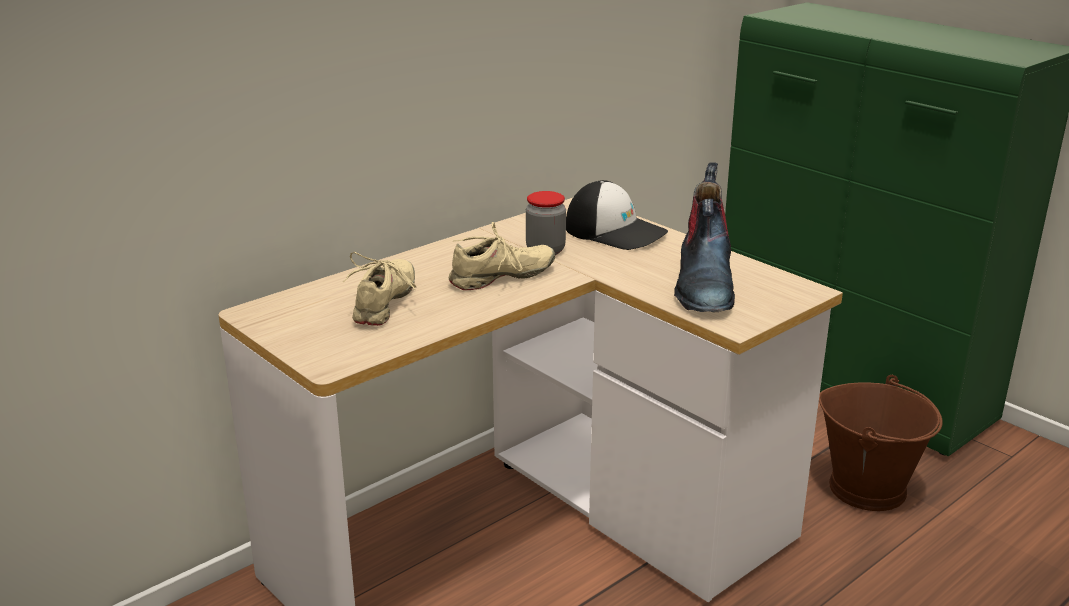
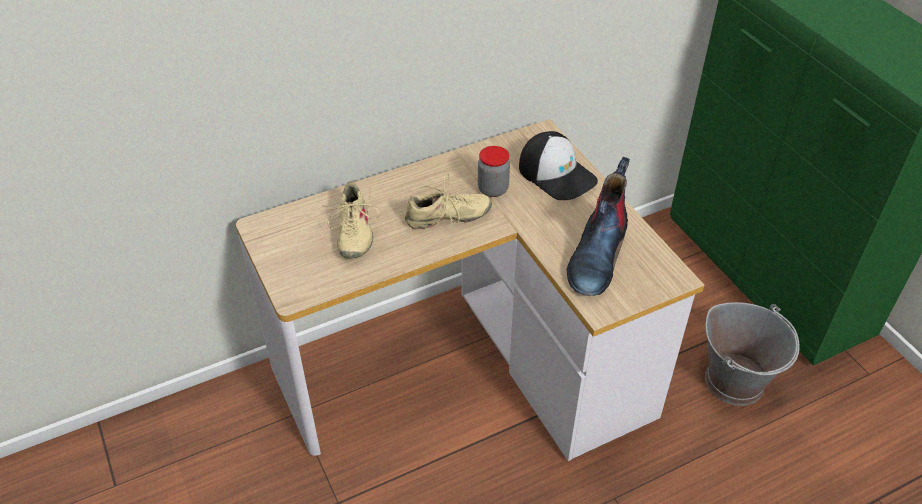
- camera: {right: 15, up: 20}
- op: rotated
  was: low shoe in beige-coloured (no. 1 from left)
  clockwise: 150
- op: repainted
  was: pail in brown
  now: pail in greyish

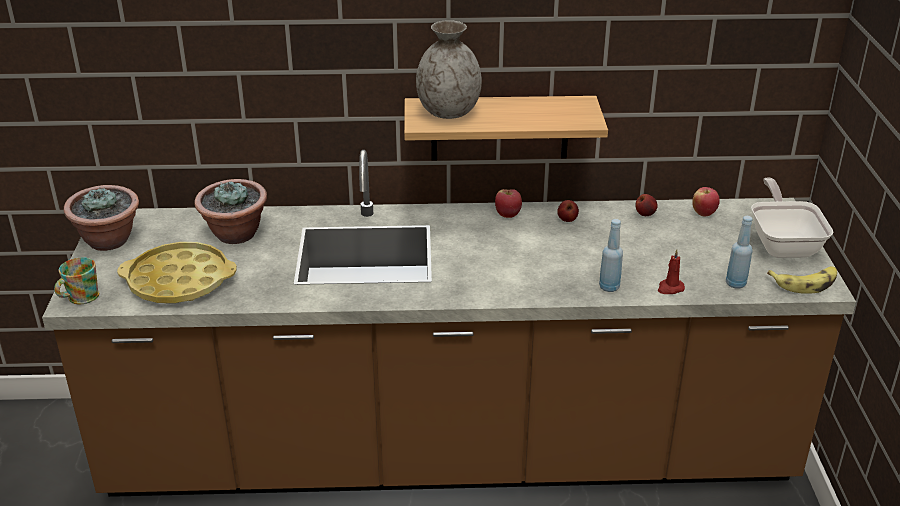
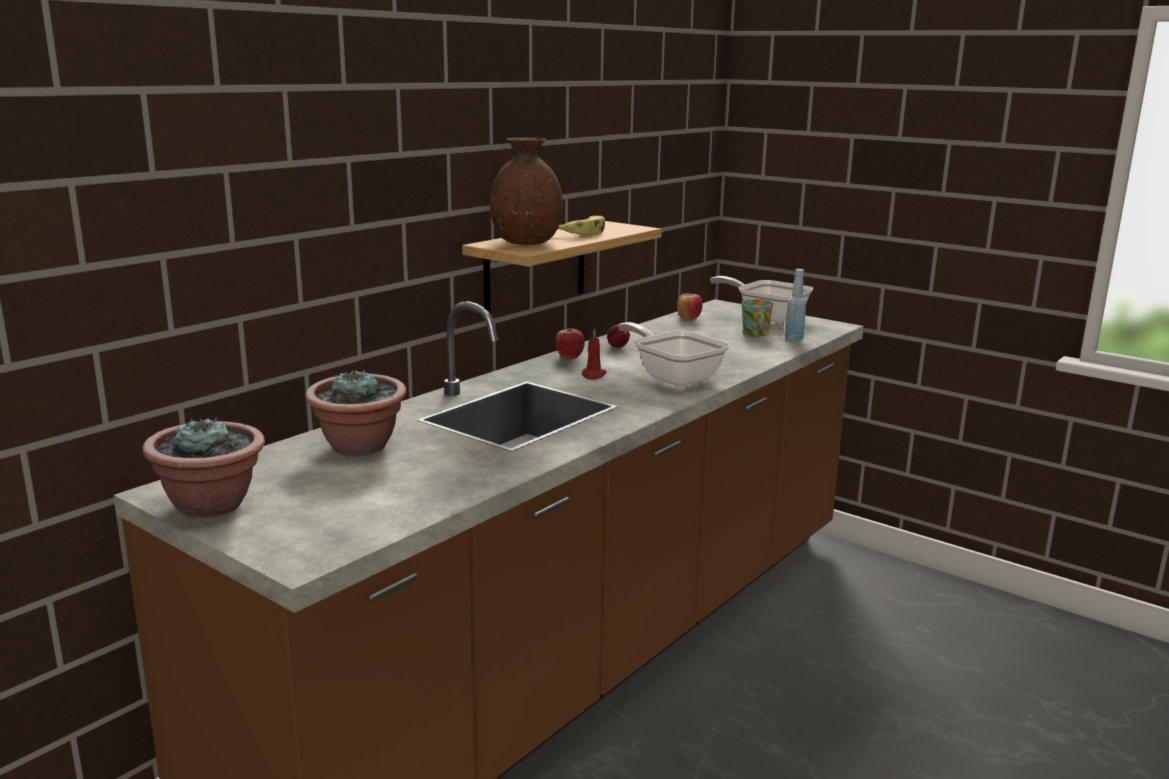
- camera: {right: -50, up: -15}
- op: repainted
  was: vase in greyish
  now: vase in brown
- op: shifted
  was: banana
- op: shifted
  was: wax candle in reddish
- op: new
  now: pan (no. 1 from left)
- op: shifted
  was: coffee mug
- op: gone
  was: carrying tray in yellow
- op: gone
  was: drink bottle in blue (no. 1 from left)
- op: gone
  was: apple fruit (no. 3 from left)

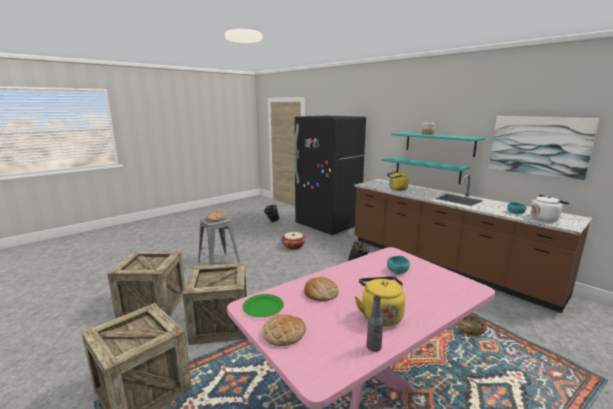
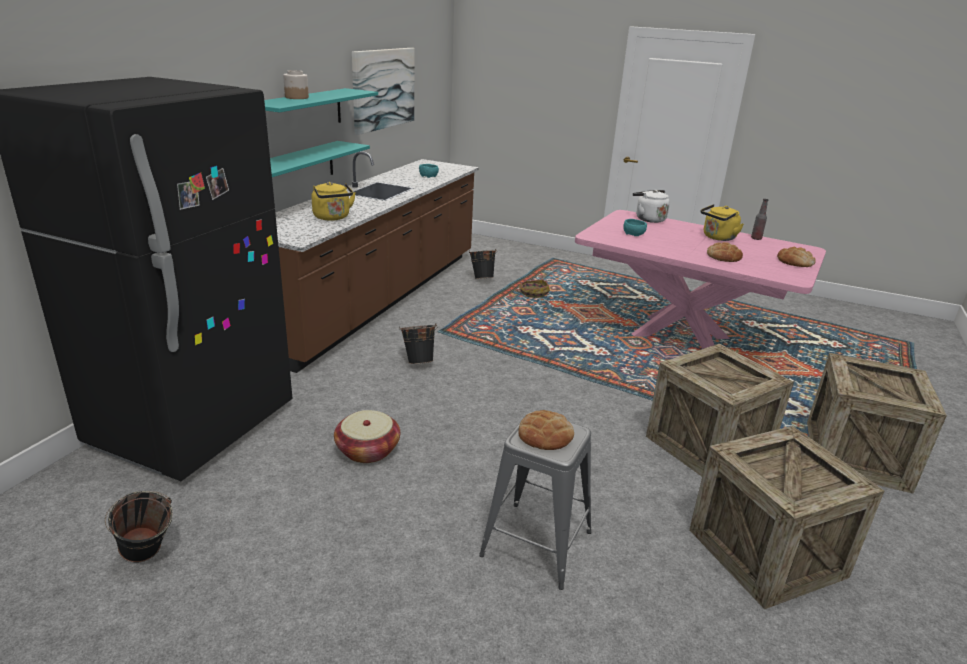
- camera: {right: -115, up: 10}
- op: new
  now: pail in black-coloured (no. 3 from left)
- op: shifted
  was: water kettle in white
- op: gone
  was: flat dish in green

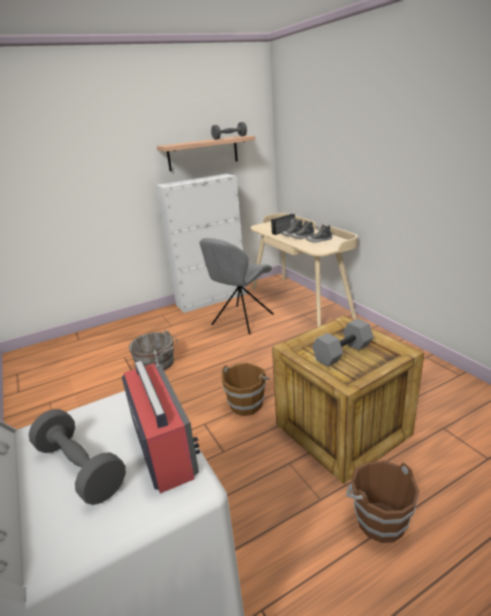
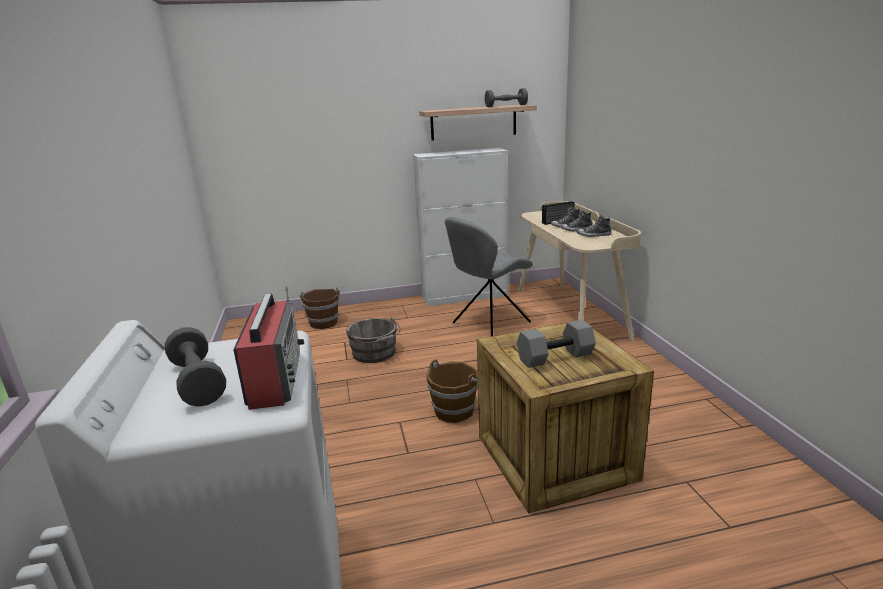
- camera: {right: 15, up: -5}
- op: shifted
  was: pail in brown (no. 2 from left in the first image)
  now: pail in brown (no. 1 from left)

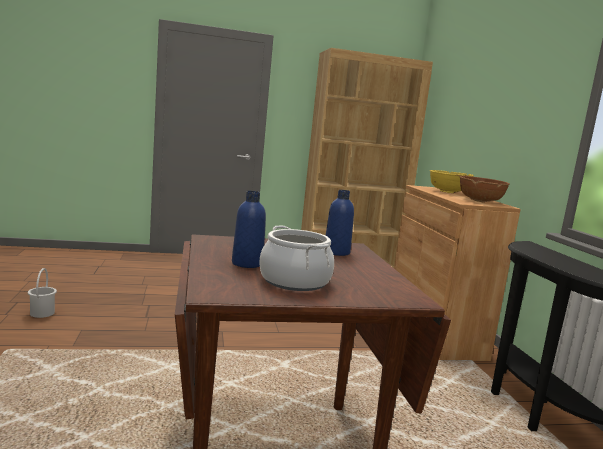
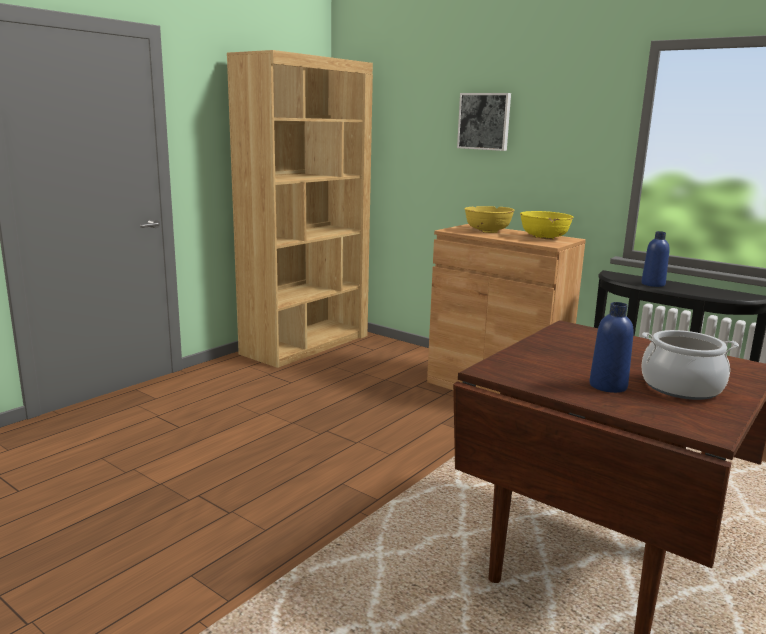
- camera: {right: -40, up: 5}
- op: new
  now: picture
- op: repainted
  was: bowl in brown
  now: bowl in yellow (no. 2 from left)
- op: shifted
  was: drink bottle in blue (no. 2 from left)
- op: gone
  was: pail in white

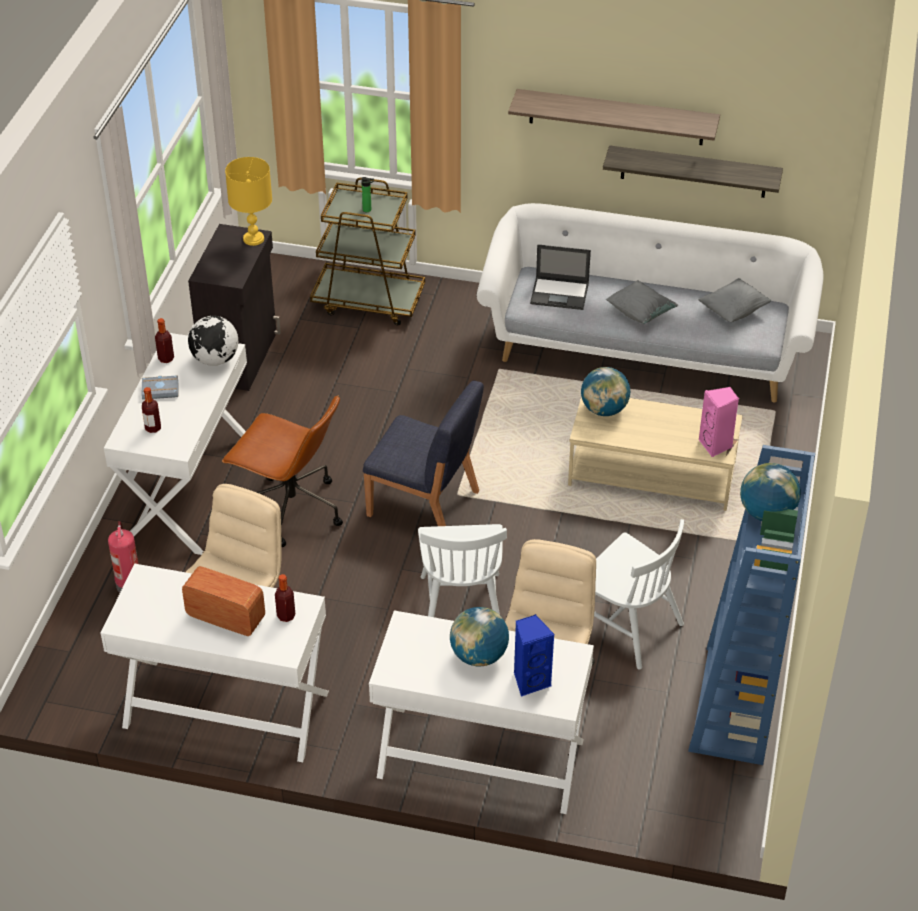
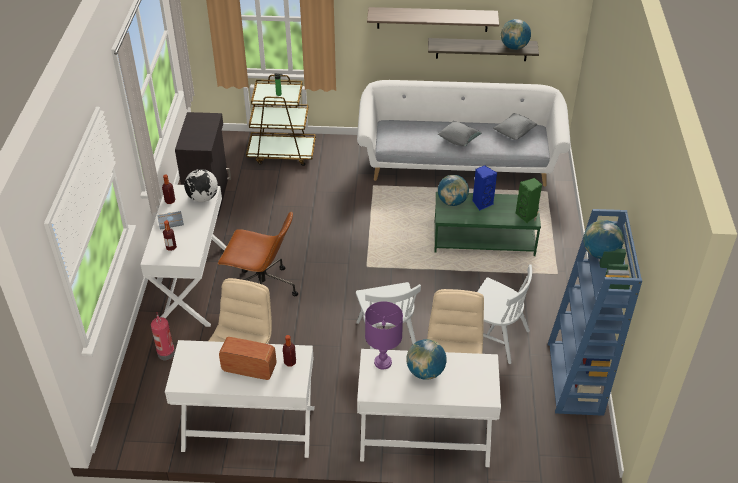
- camera: {right: -10, up: 0}
- op: new
  now: table lamp in purple-coloured
- op: repainted
  was: lounge table in beige-coloured
  now: lounge table in green
- op: shifted
  was: audio speaker in blue
- op: new
  now: desk globe (no. 4 from left)
- op: repainted
  was: audio speaker in pink-coloured
  now: audio speaker in green
- op: gone
  was: table lamp in yellow
- op: gone
  was: plain chair in blue
- op: gone
  was: portable computer

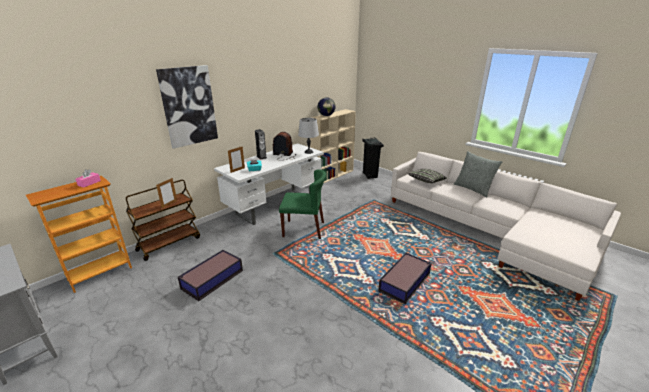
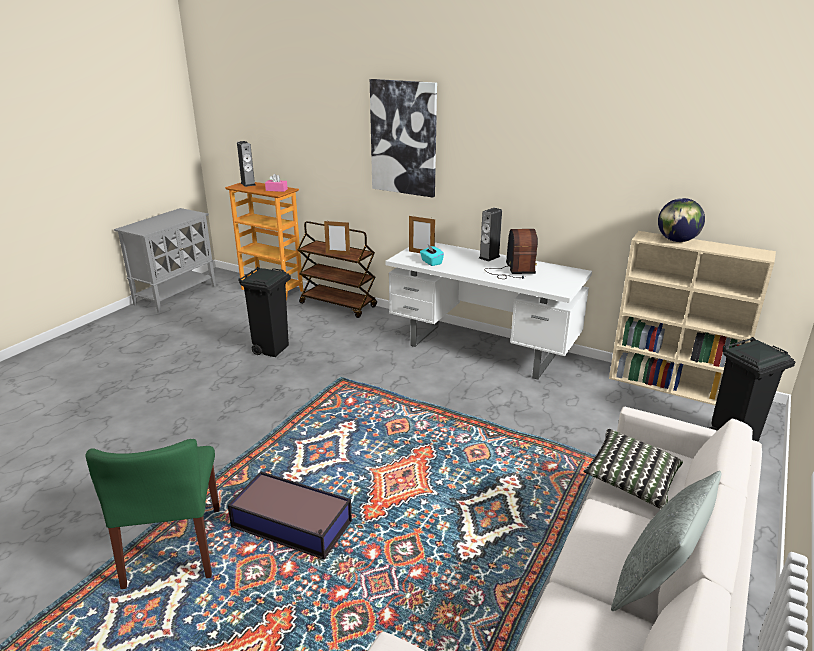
- camera: {right: 75, up: 0}
- op: shifted
  was: plain chair in green
- op: new
  now: audio speaker (no. 1 from left)
- op: swapped
  was: storage box (no. 1 from left)
  now: trash can in black-coloured (no. 1 from left)
- op: gone
  was: table lamp in greyish

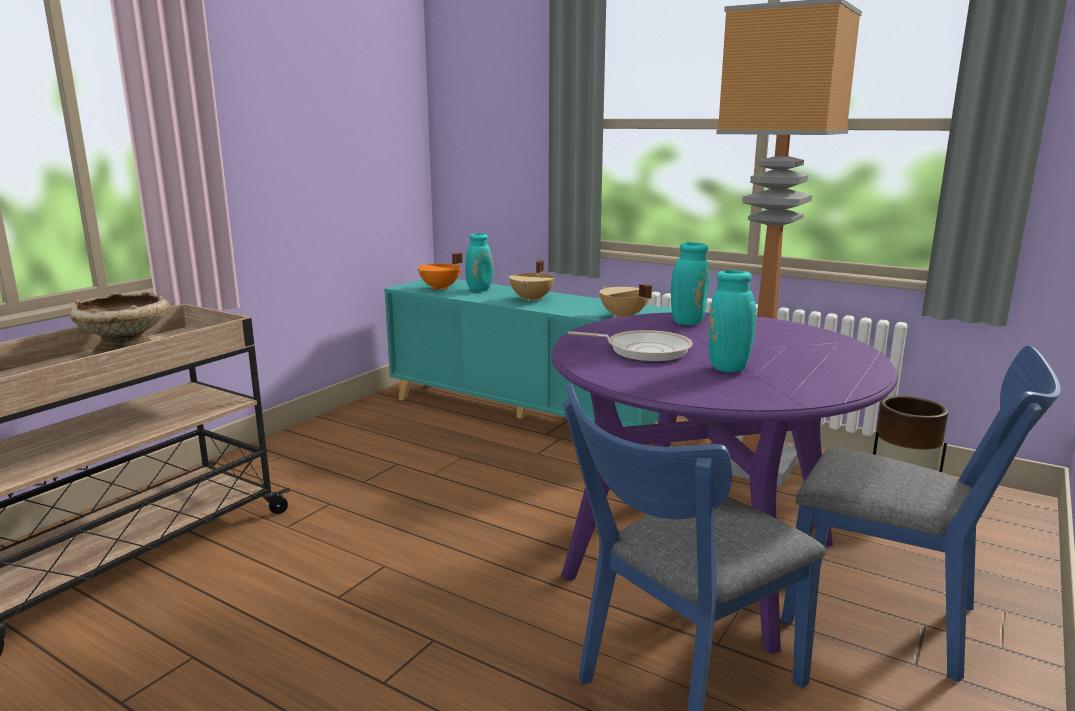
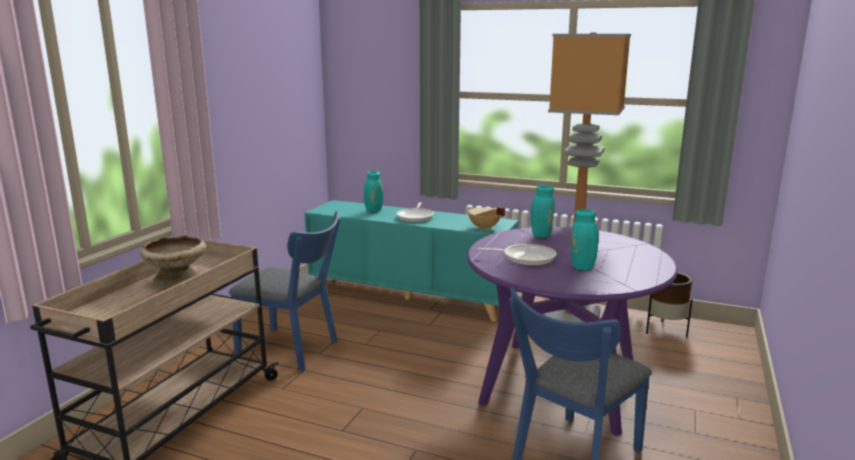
- camera: {right: -10, up: 0}
- op: shifted
  was: plain chair in blue (no. 2 from left in the first image)
  now: plain chair in blue (no. 1 from left)
- op: swapped
  was: cooking pot in beige-coloured (no. 1 from left)
  now: pan (no. 1 from left)
- op: gone
  was: cooking pot in orange-coloured

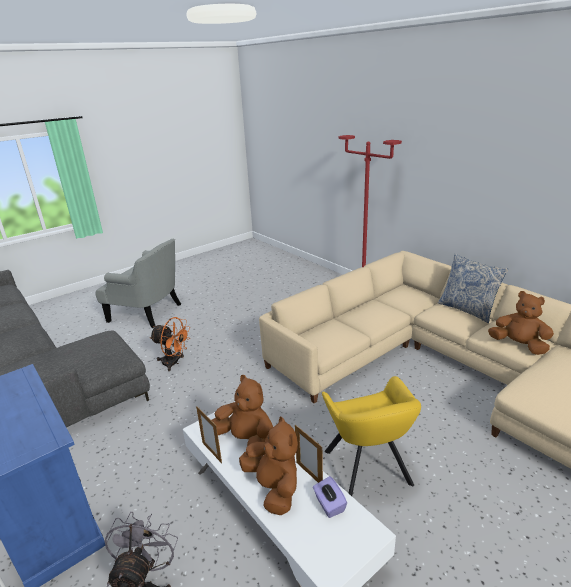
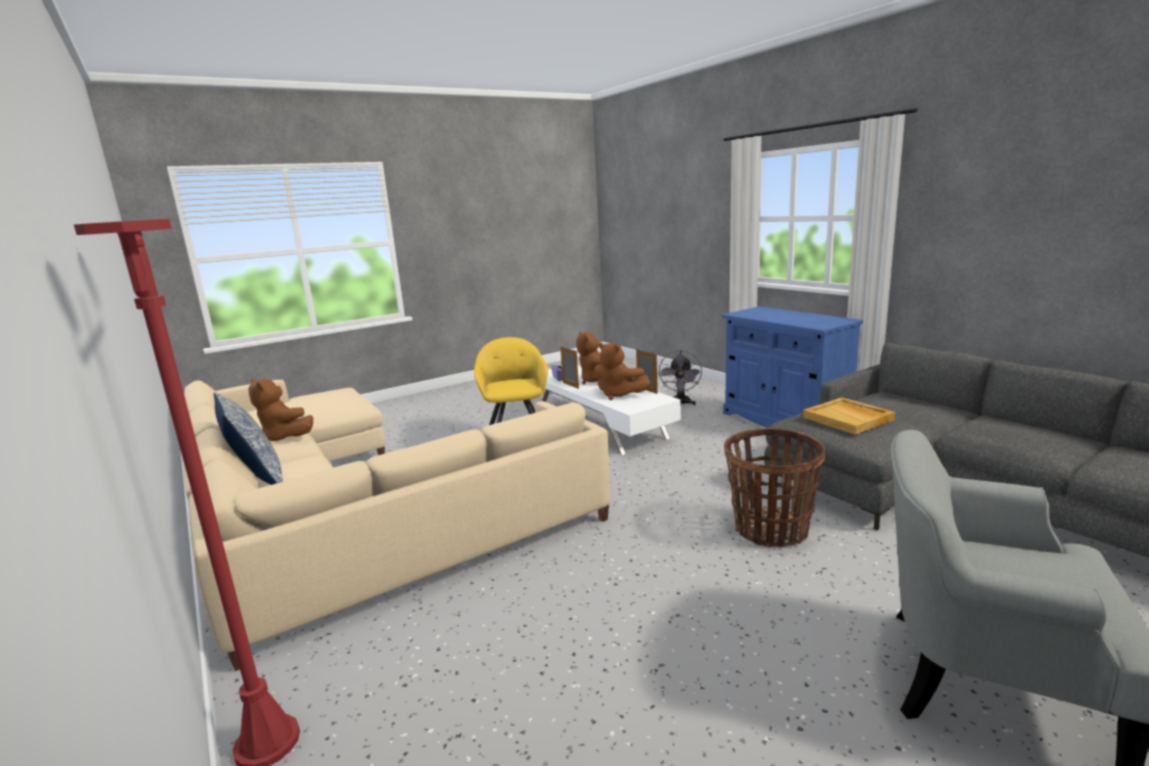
- camera: {right: -175, up: -10}
- op: swapped
  was: cooling fan in orange-coloured
  now: basket
- op: new
  now: carrying tray in beige-coloured

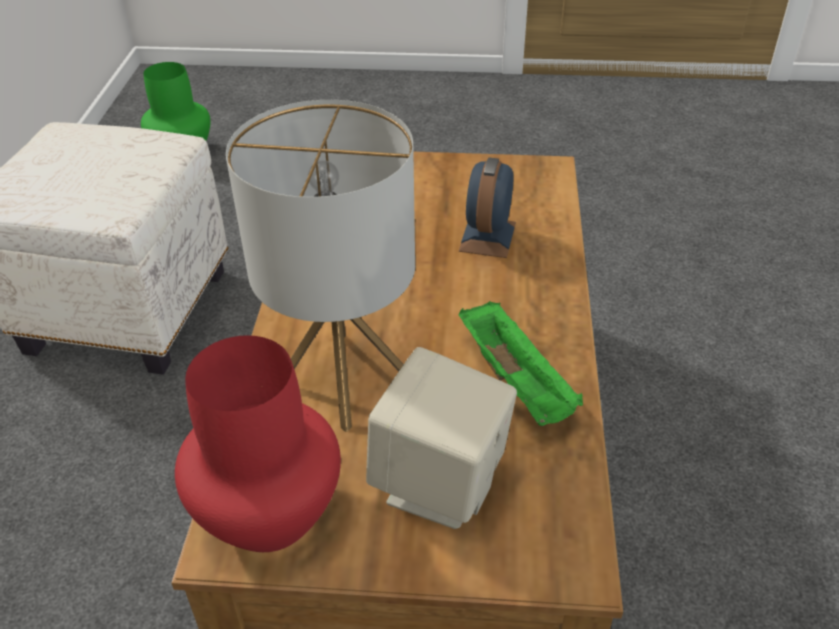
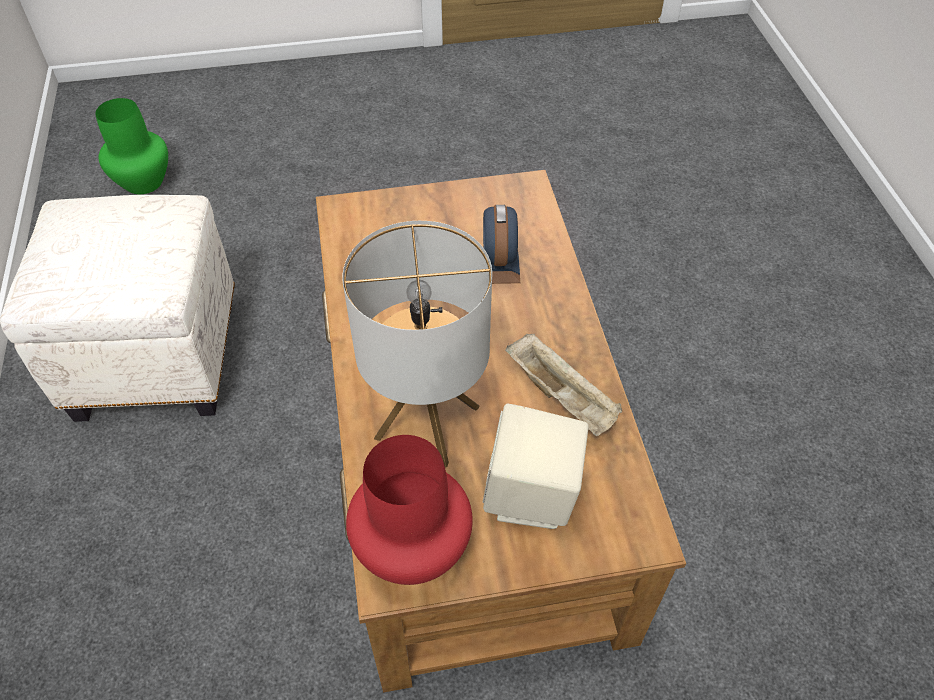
- camera: {right: -15, up: 10}
- op: repainted
  was: carrying tray in green
  now: carrying tray in beige-coloured

